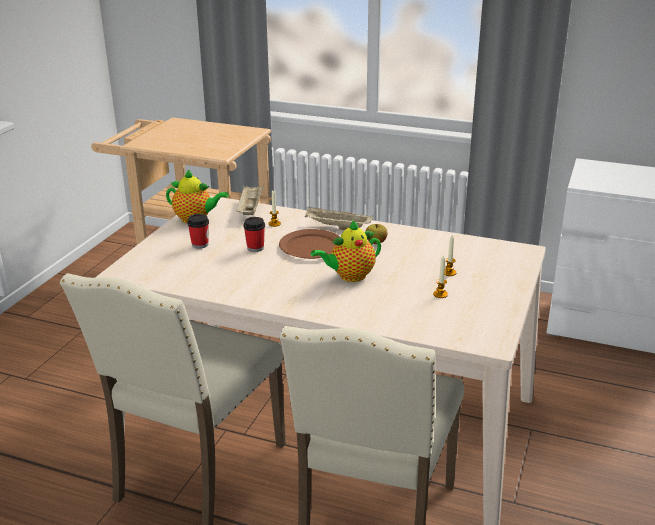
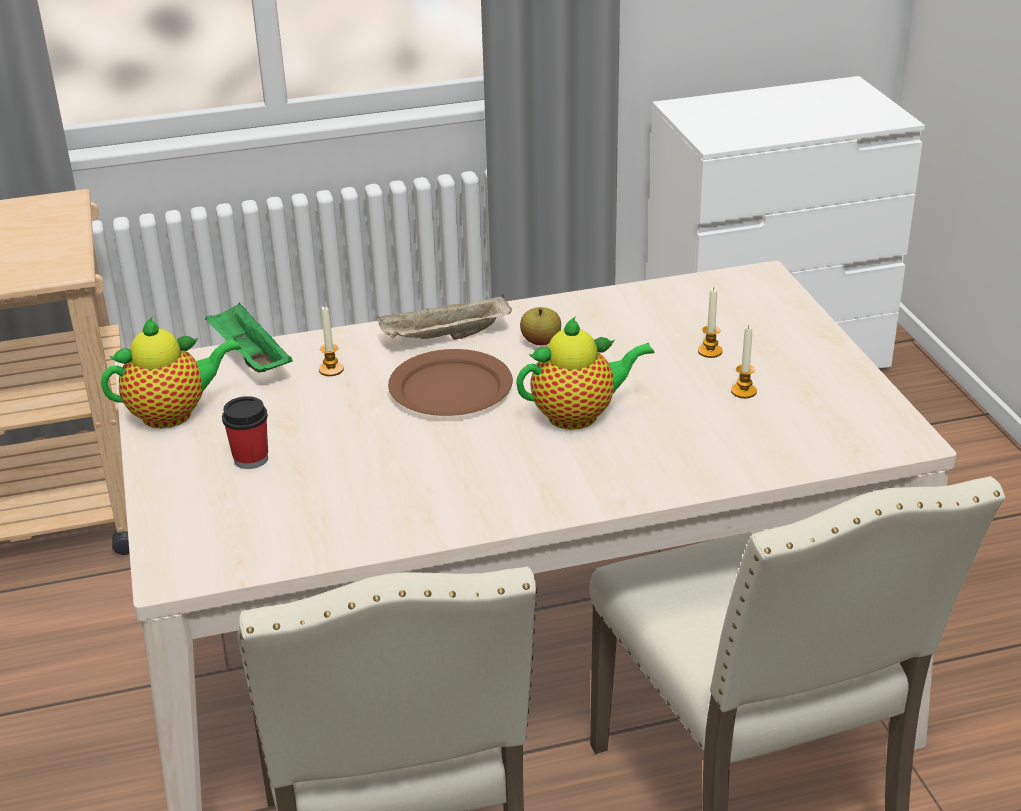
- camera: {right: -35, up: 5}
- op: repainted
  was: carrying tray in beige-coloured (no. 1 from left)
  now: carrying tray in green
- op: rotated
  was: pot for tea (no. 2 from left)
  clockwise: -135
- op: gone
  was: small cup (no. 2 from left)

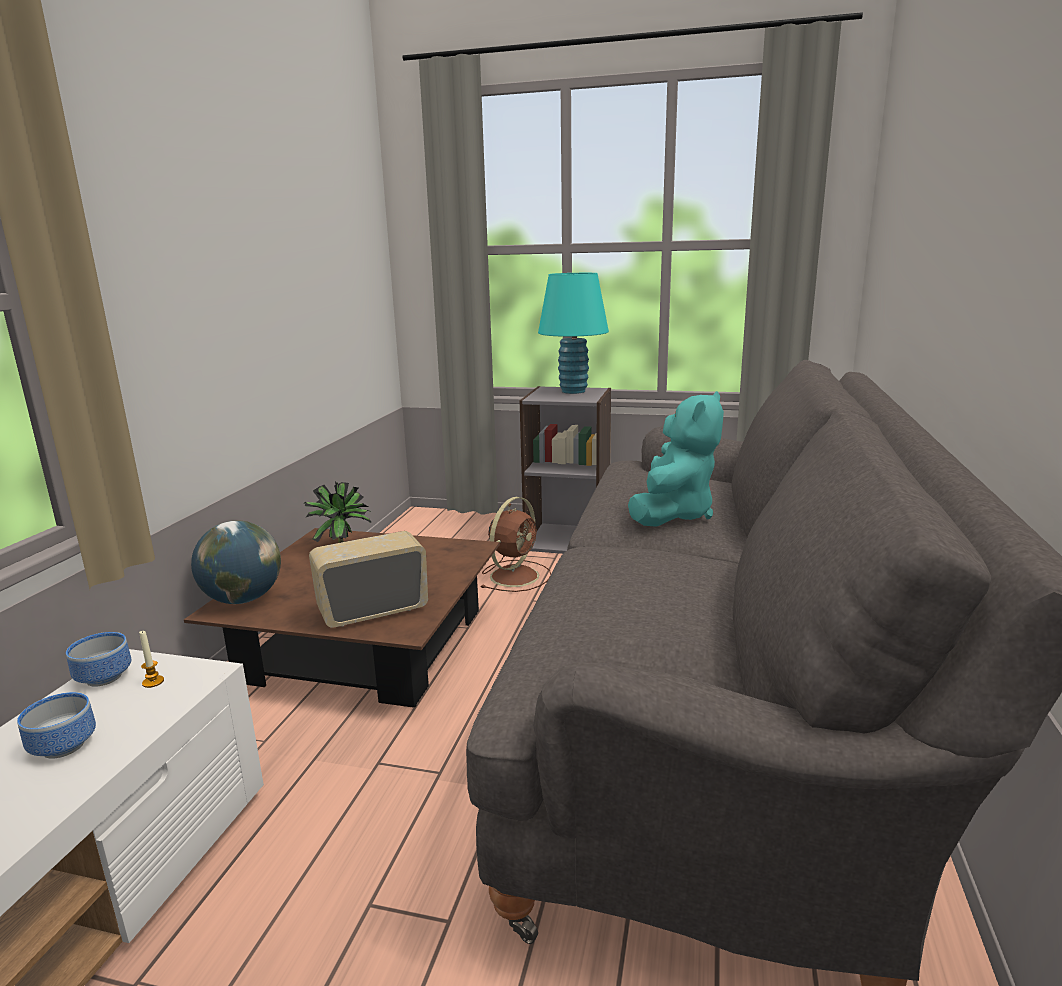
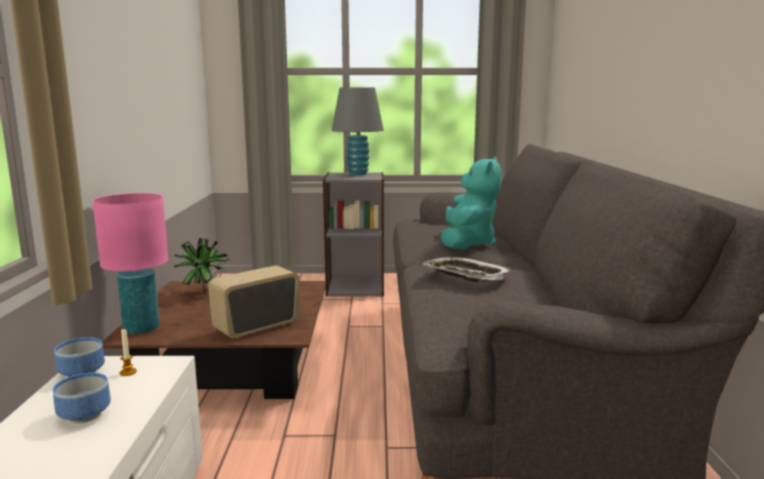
- camera: {right: -15, up: -5}
- op: swapped
  was: desk globe
  now: table lamp in pink-coloured
- op: repainted
  was: table lamp in turquoise
  now: table lamp in greyish
- op: new
  now: carrying tray
- op: gone
  was: cooling fan in brown

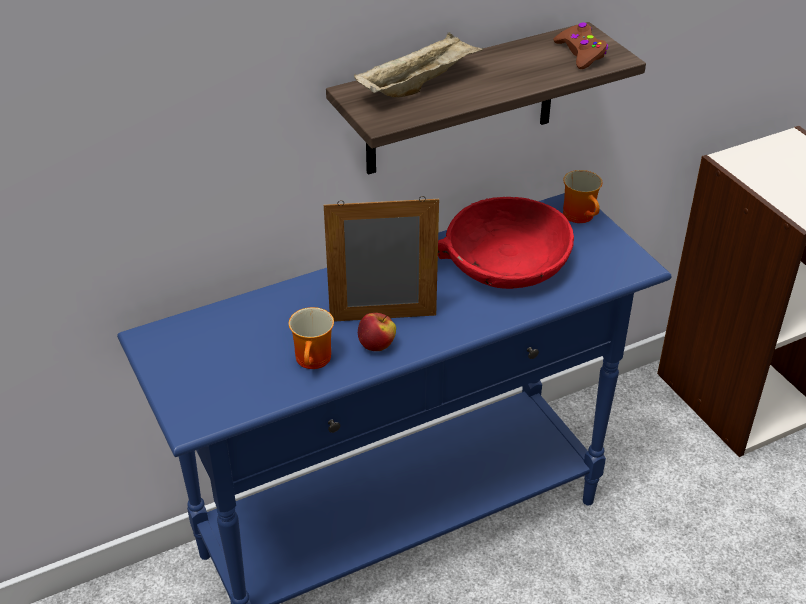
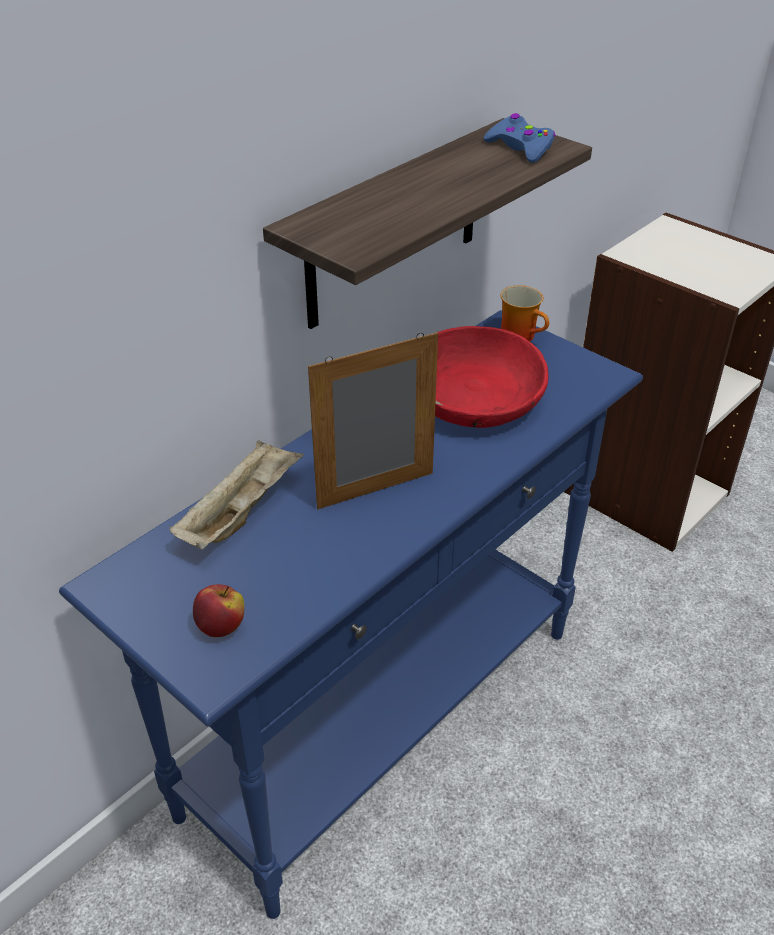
- camera: {right: -20, up: 0}
- op: shifted
  was: carrying tray in beige-coloured
- op: shifted
  was: apple fruit
- op: repainted
  was: joypad in brown
  now: joypad in blue
- op: gone
  was: coffee mug (no. 1 from left)

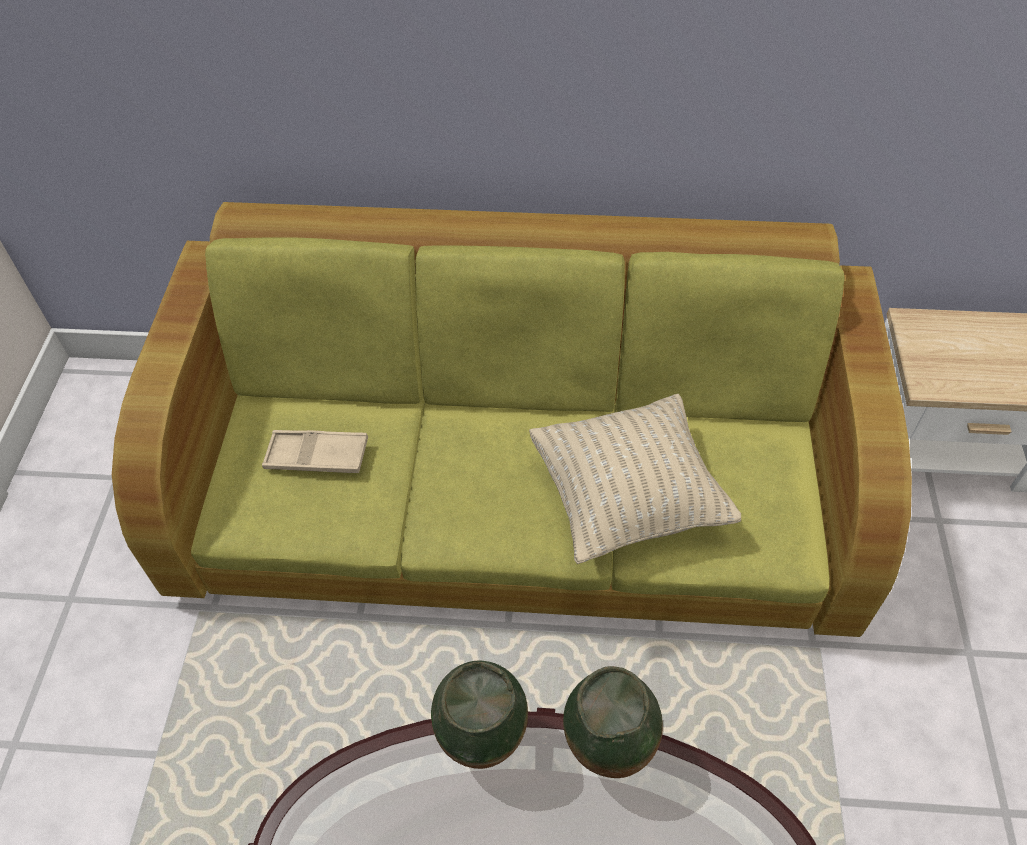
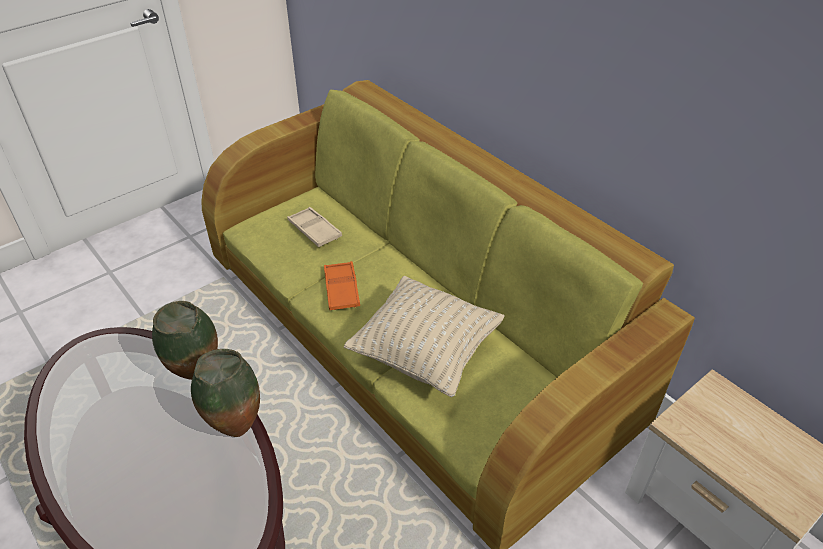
- camera: {right: 45, up: -10}
- op: new
  now: carrying tray in orange-coloured

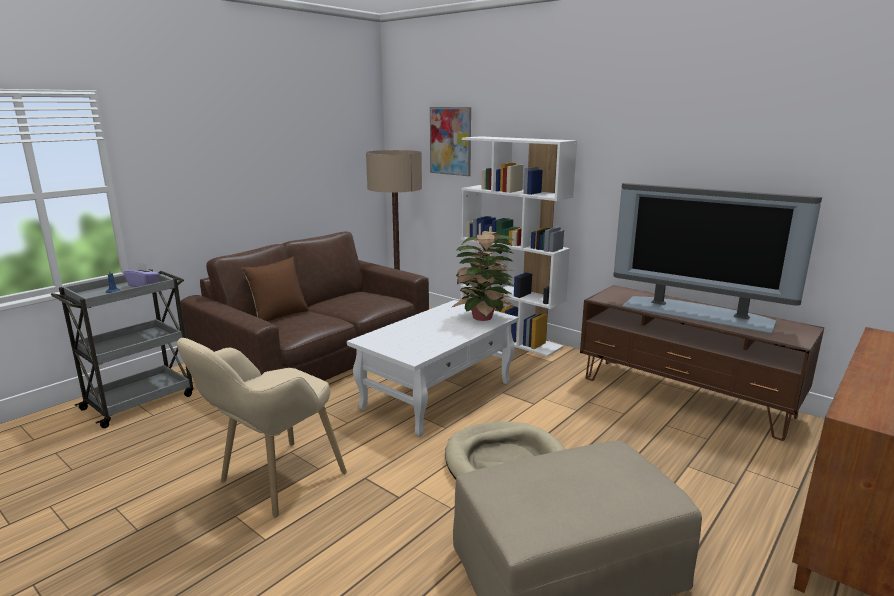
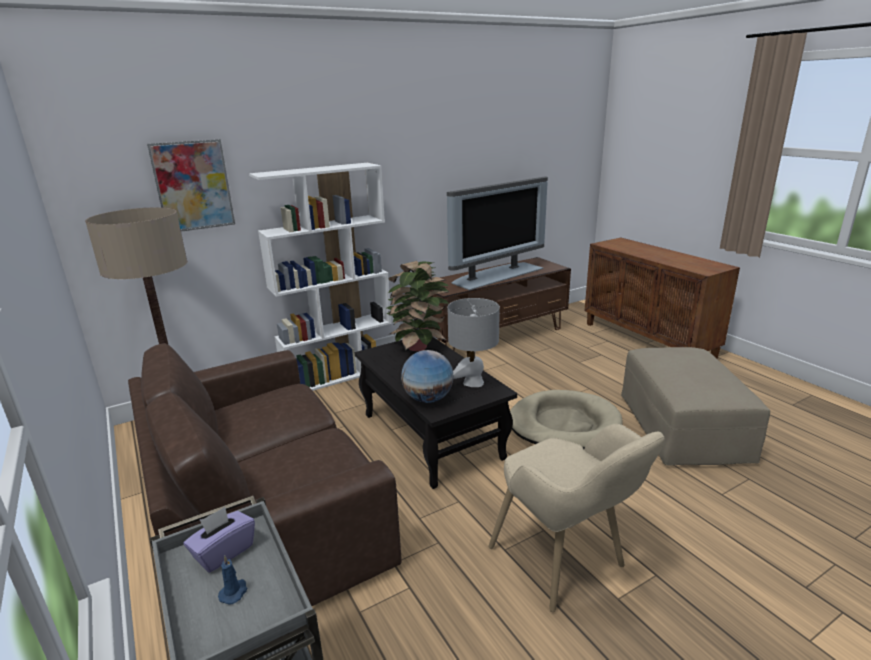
- camera: {right: -70, up: 5}
- op: repainted
  was: lounge table in white
  now: lounge table in black-coloured
- op: new
  now: desk globe
- op: new
  now: table lamp in greyish
- op: gone
  was: cushion in brown

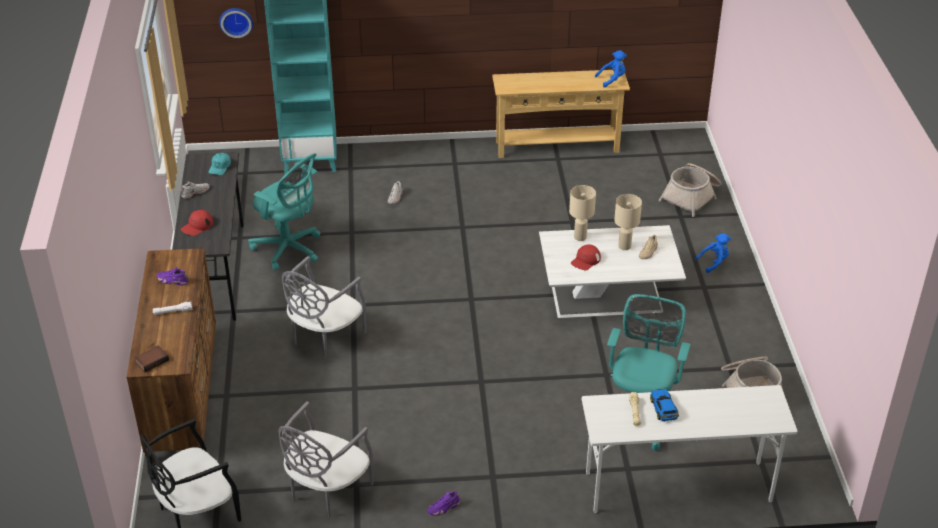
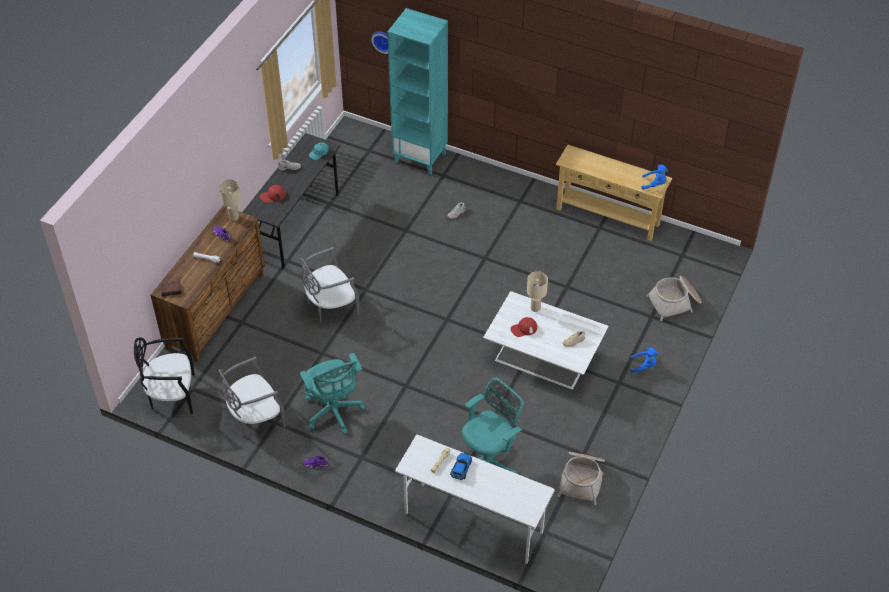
- camera: {right: 30, up: 10}
- op: shifted
  was: table lamp in beige-coloured (no. 2 from left in the first image)
  now: table lamp in beige-coloured (no. 1 from left)
- op: shifted
  was: computer chair in turquoise (no. 1 from left)

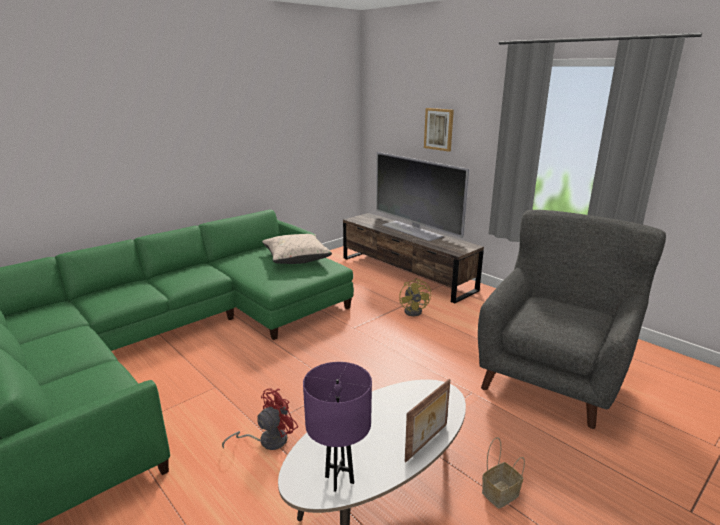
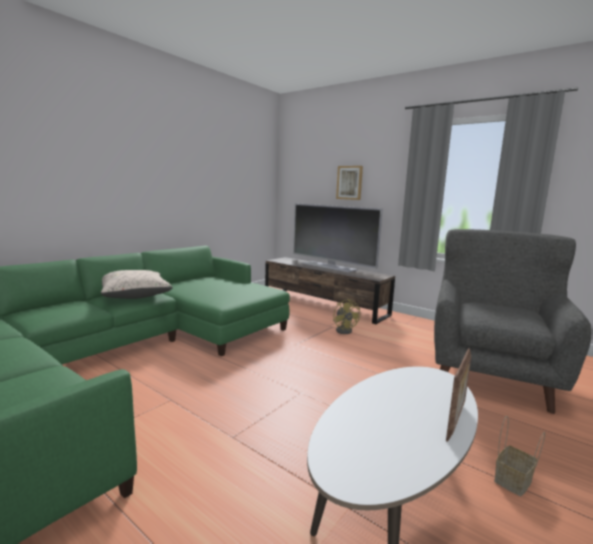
- camera: {right: -10, up: -10}
- op: shifted
  was: cushion in beige-coloured
- op: gone
  was: cooling fan in reddish
- op: gone
  was: table lamp in purple-coloured

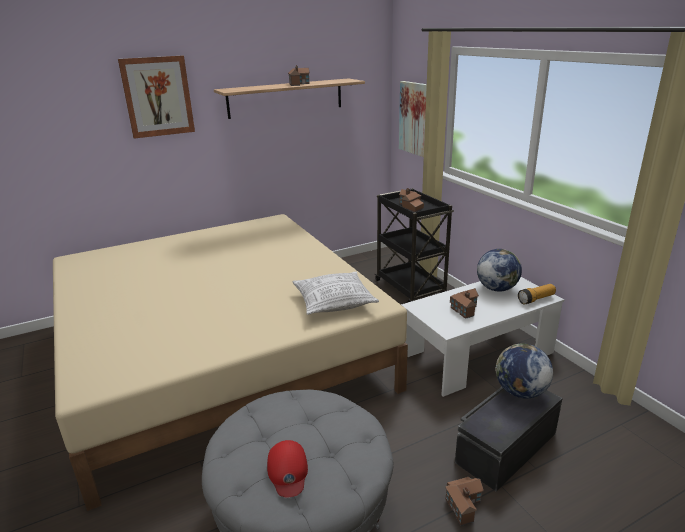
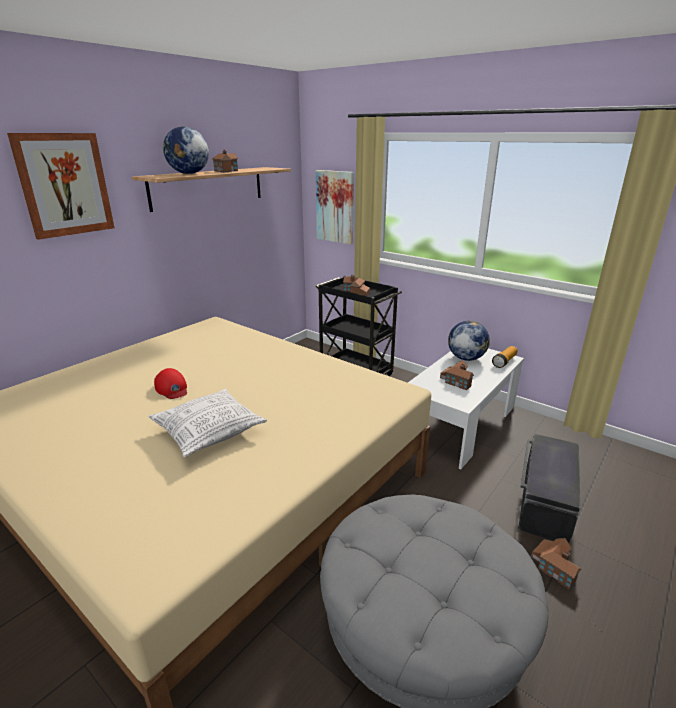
- camera: {right: -25, up: 0}
- op: shifted
  was: cushion
- op: shifted
  was: baseball cap in reddish
- op: shifted
  was: desk globe (no. 2 from left in the first image)
  now: desk globe (no. 1 from left)

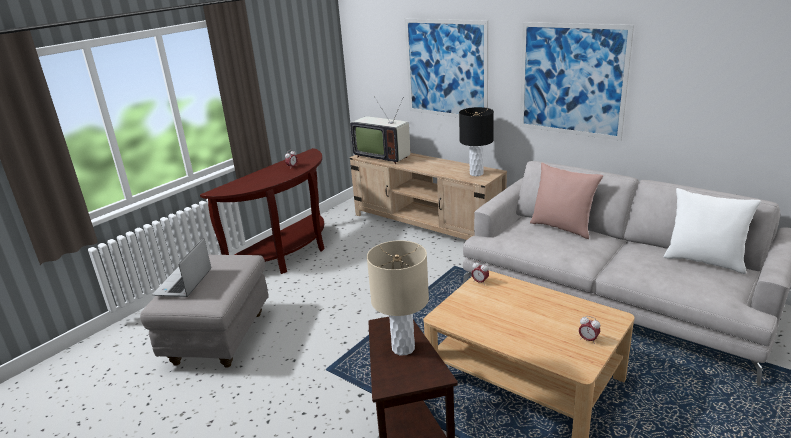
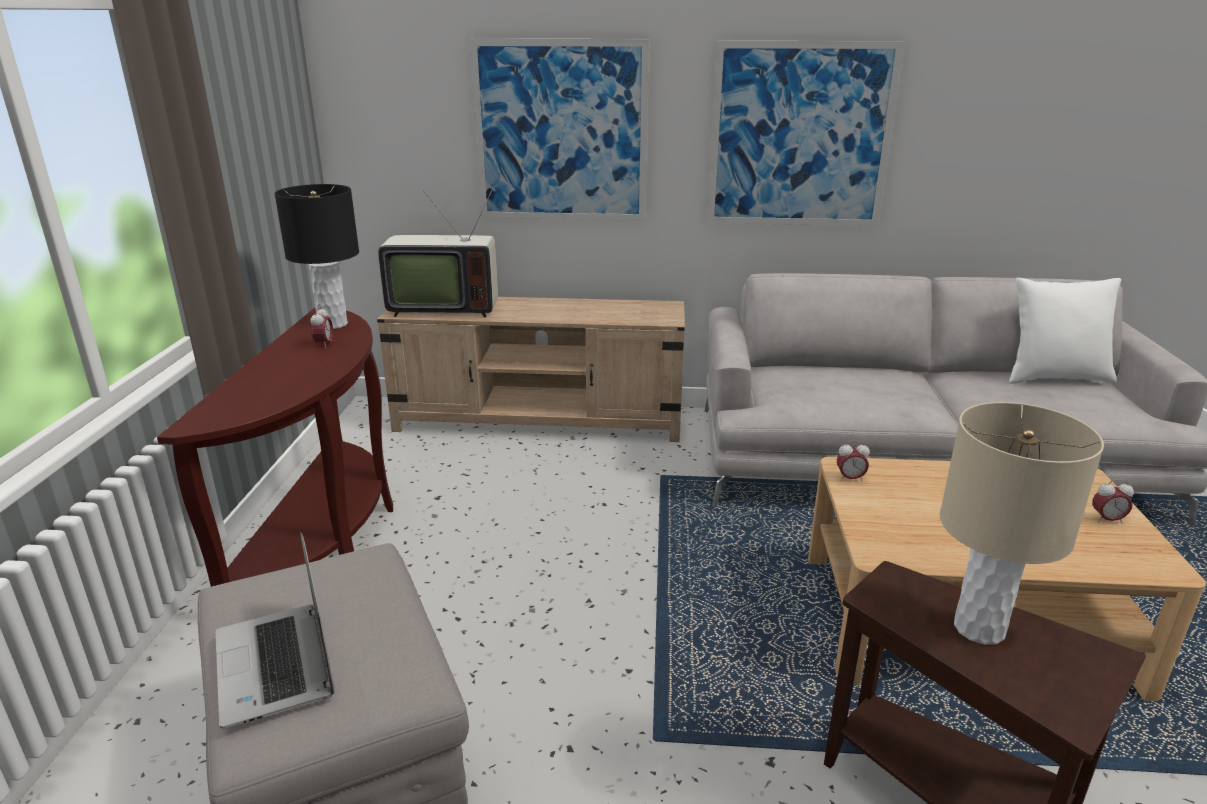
- camera: {right: -35, up: 0}
- op: shifted
  was: table lamp in black-coloured
- op: gone
  was: cushion in pink-coloured

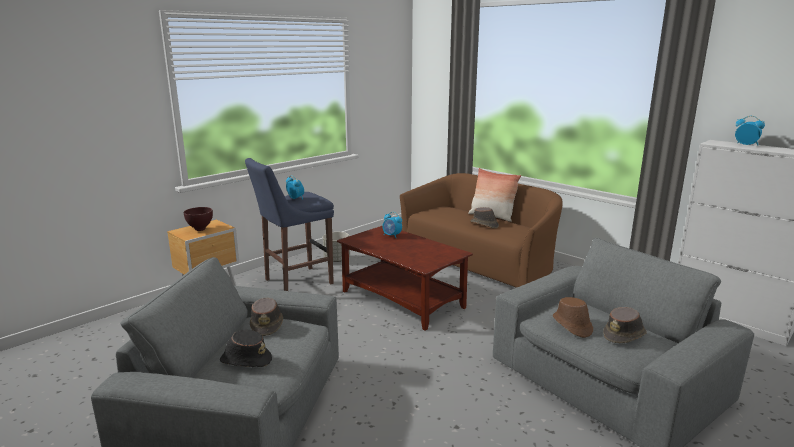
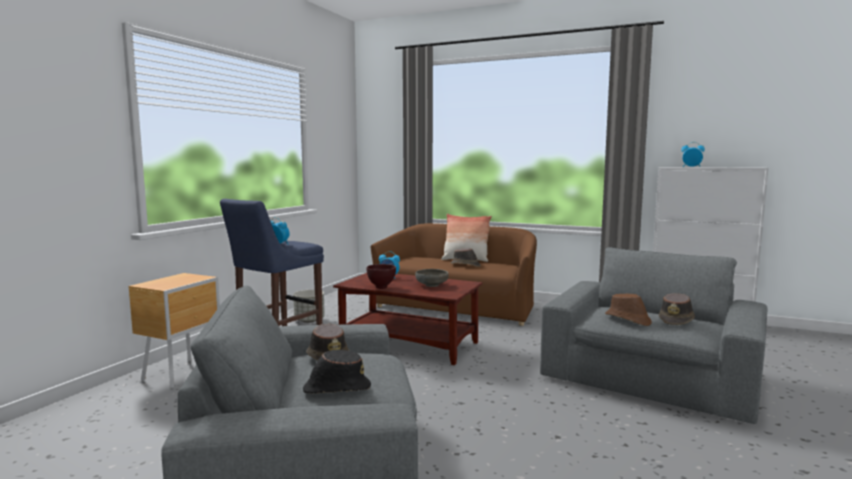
- camera: {right: -20, up: -10}
- op: shifted
  was: bowl in brown
- op: new
  now: bowl in greyish

